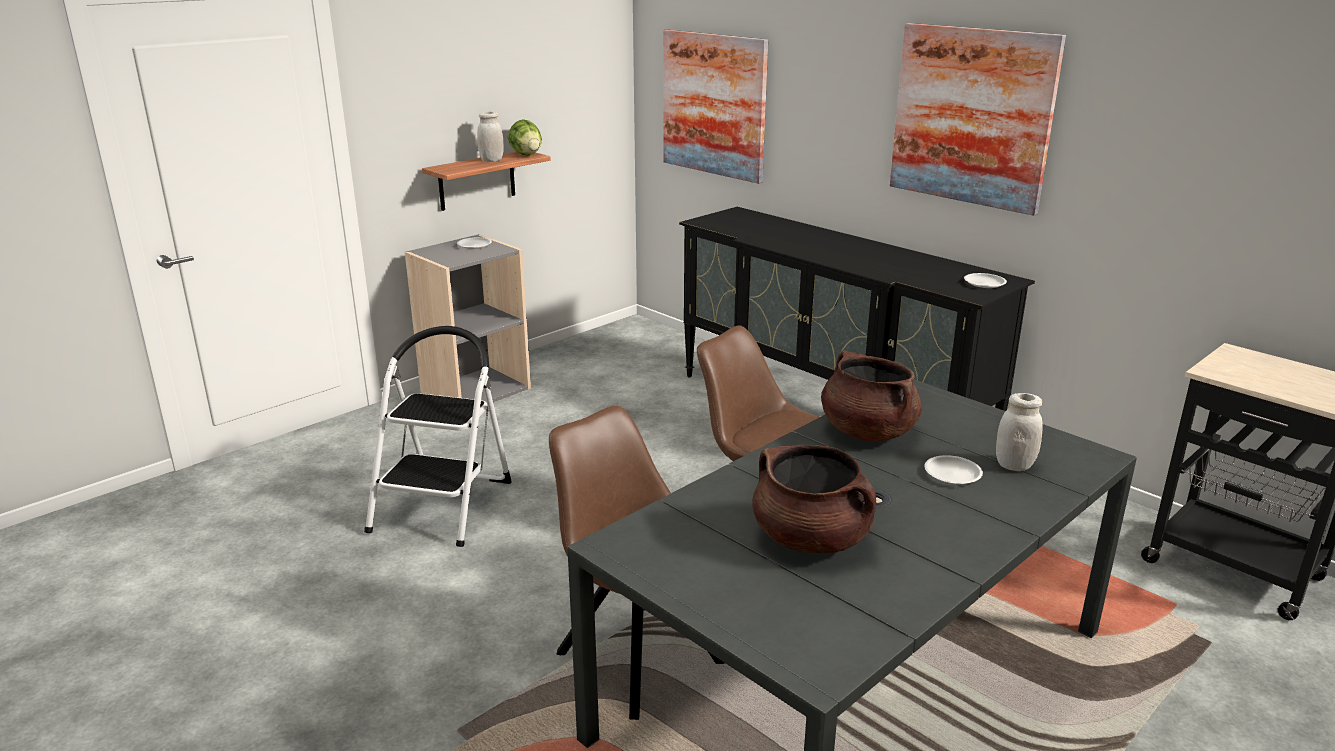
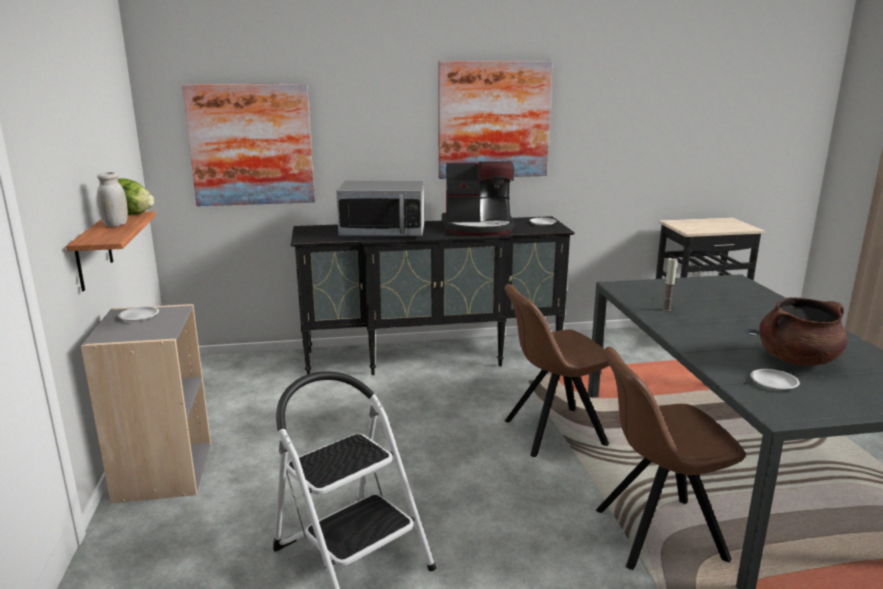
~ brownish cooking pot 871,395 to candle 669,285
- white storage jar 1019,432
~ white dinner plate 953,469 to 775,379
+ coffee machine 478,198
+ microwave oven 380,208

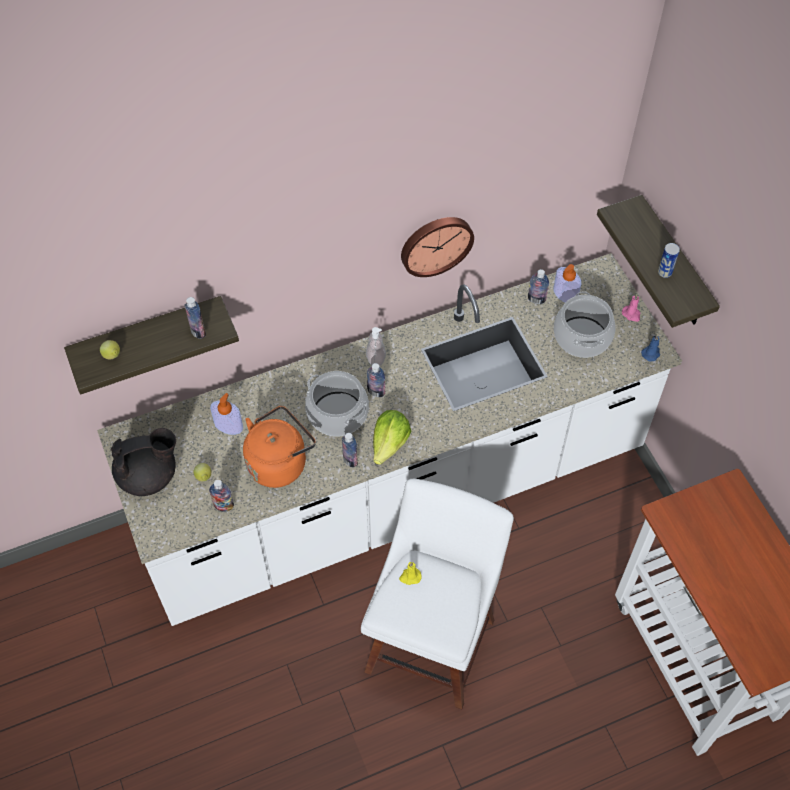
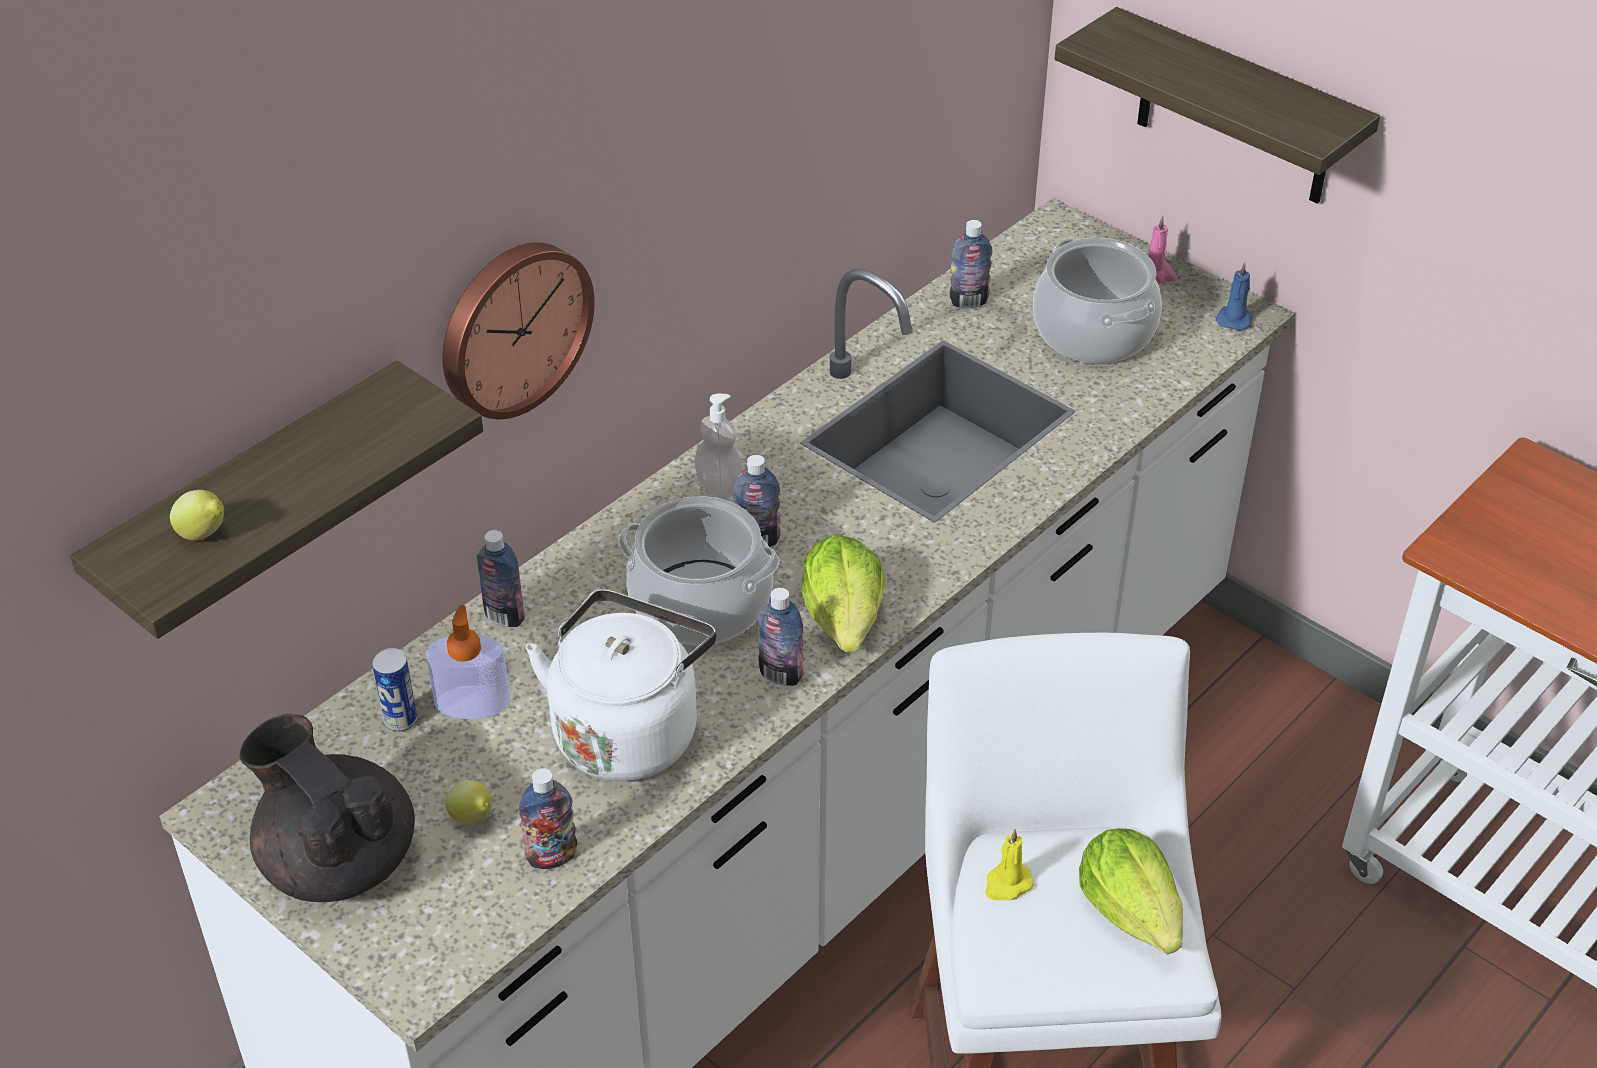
~ clock on the wall 437,247 to 518,330
~ metal can 669,260 to 394,690
- soap dispenser 567,283
~ beverage bottle 195,318 to 500,578
~ orange kettle 279,447 to white kettle 621,685
~ black pot for tea 143,462 = 327,808 90 degrees counterclockwise
+ lettuce 1131,891

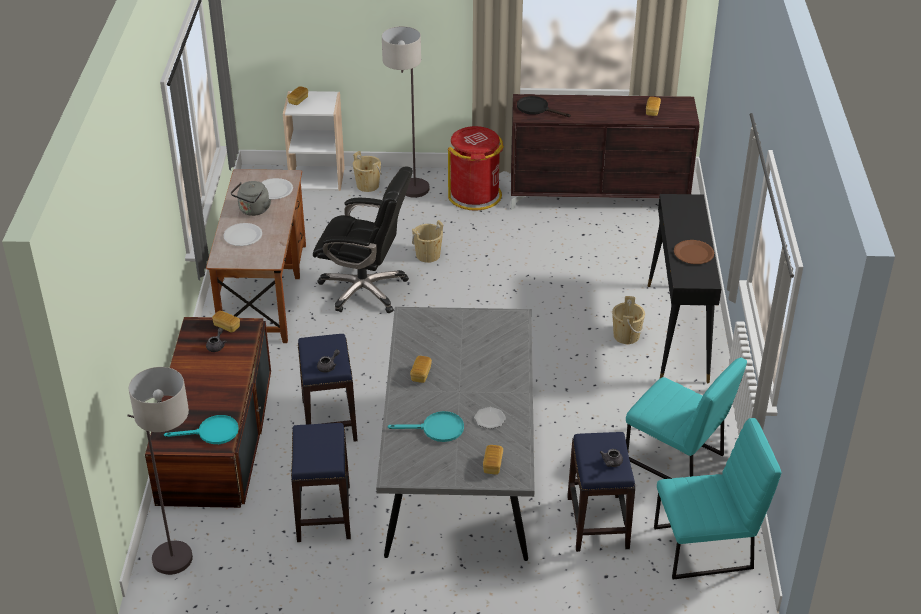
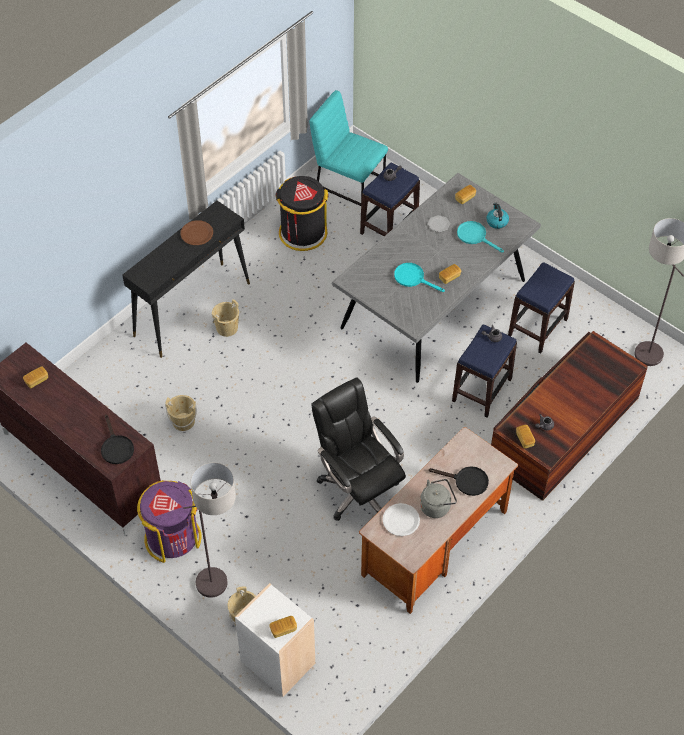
~ reddish rubbish bin 476,168 to purplish rubbish bin 169,521
~ sand-coloured pail 427,241 to 181,413
~ white dinner plate 242,234 to black pan 459,481
~ turquoise-coloured plain chair 686,418 to black rubbish bin 302,213
~ turquoise-coloured pan 201,429 to 419,277
+ kettle 497,216

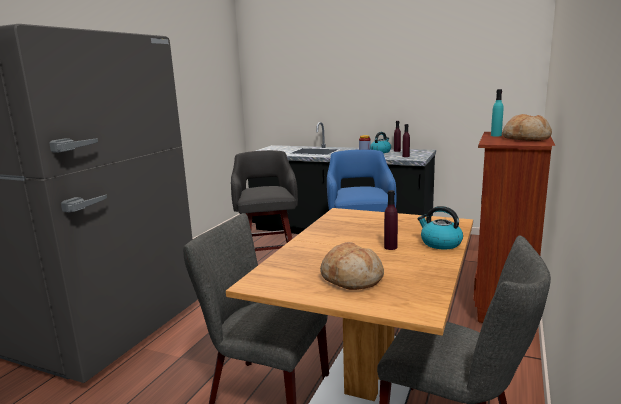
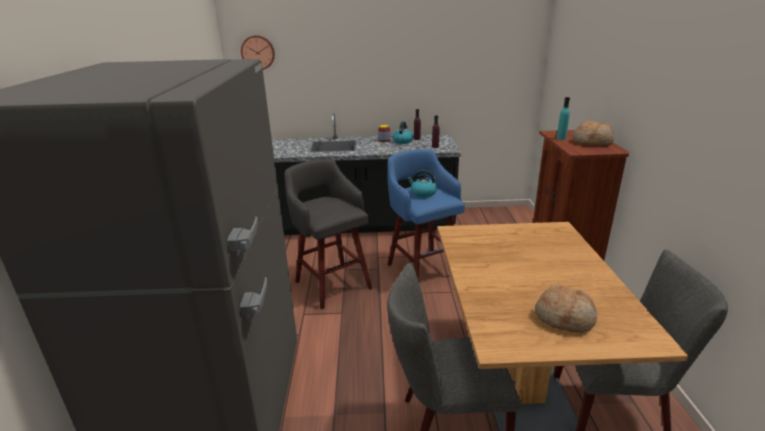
- purplish beverage bottle 391,220
~ kettle 440,227 to 422,183
+ clock on the wall 258,52

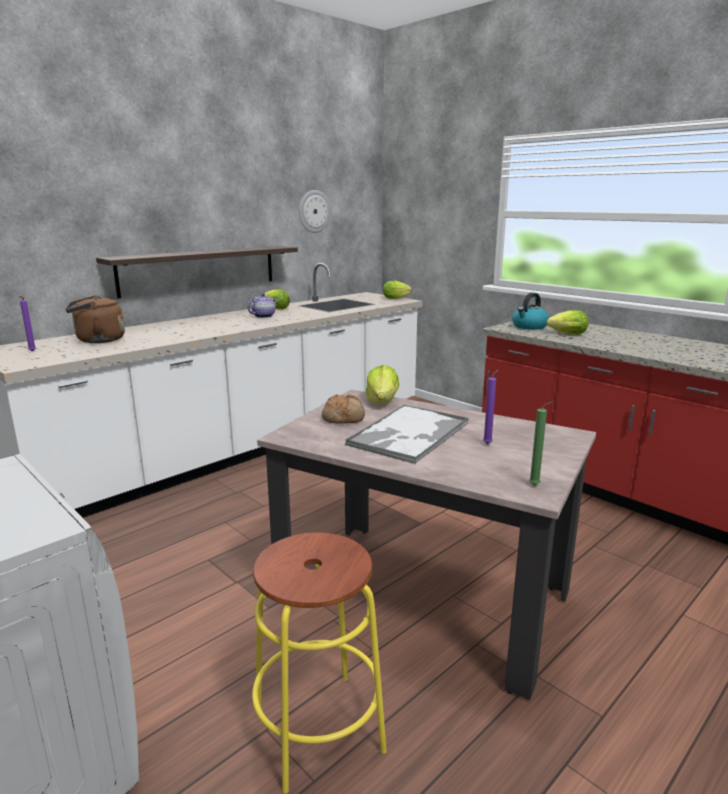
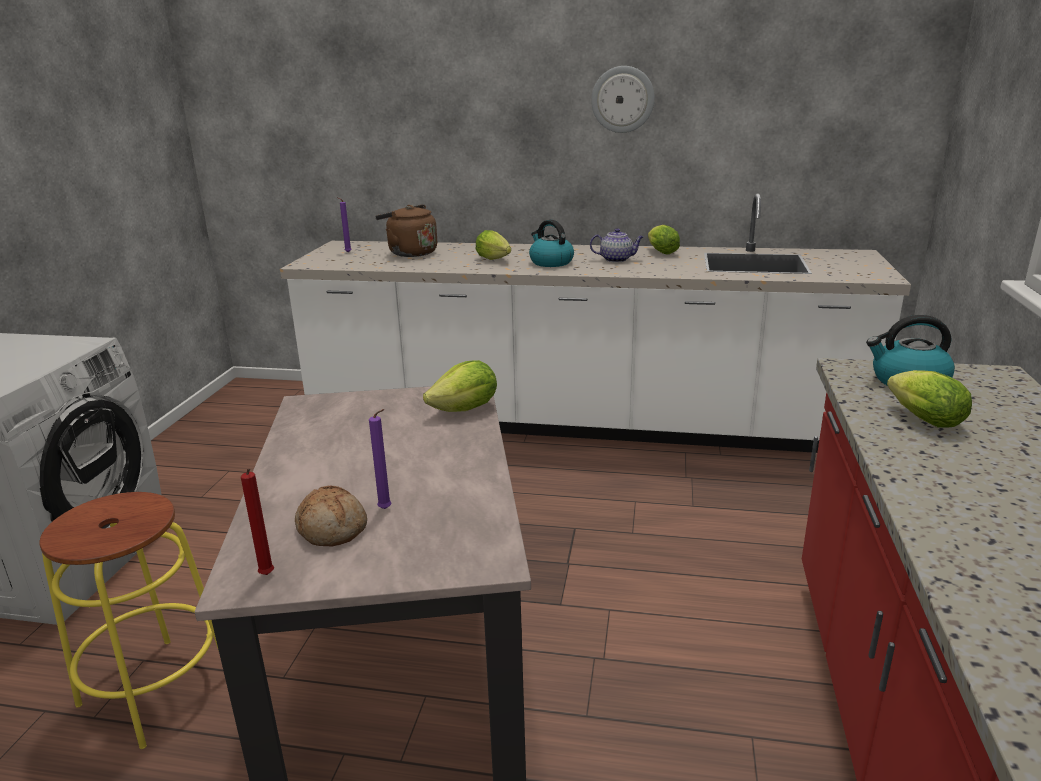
~ clock on the wall 315,211 to 623,99
- shelf 197,272
~ lettuce 397,290 to 493,245
~ baked bread 343,409 to 331,515
~ green-coloured candle 541,443 to reddish candle 257,521
- carrying tray 407,434
+ kettle 551,243

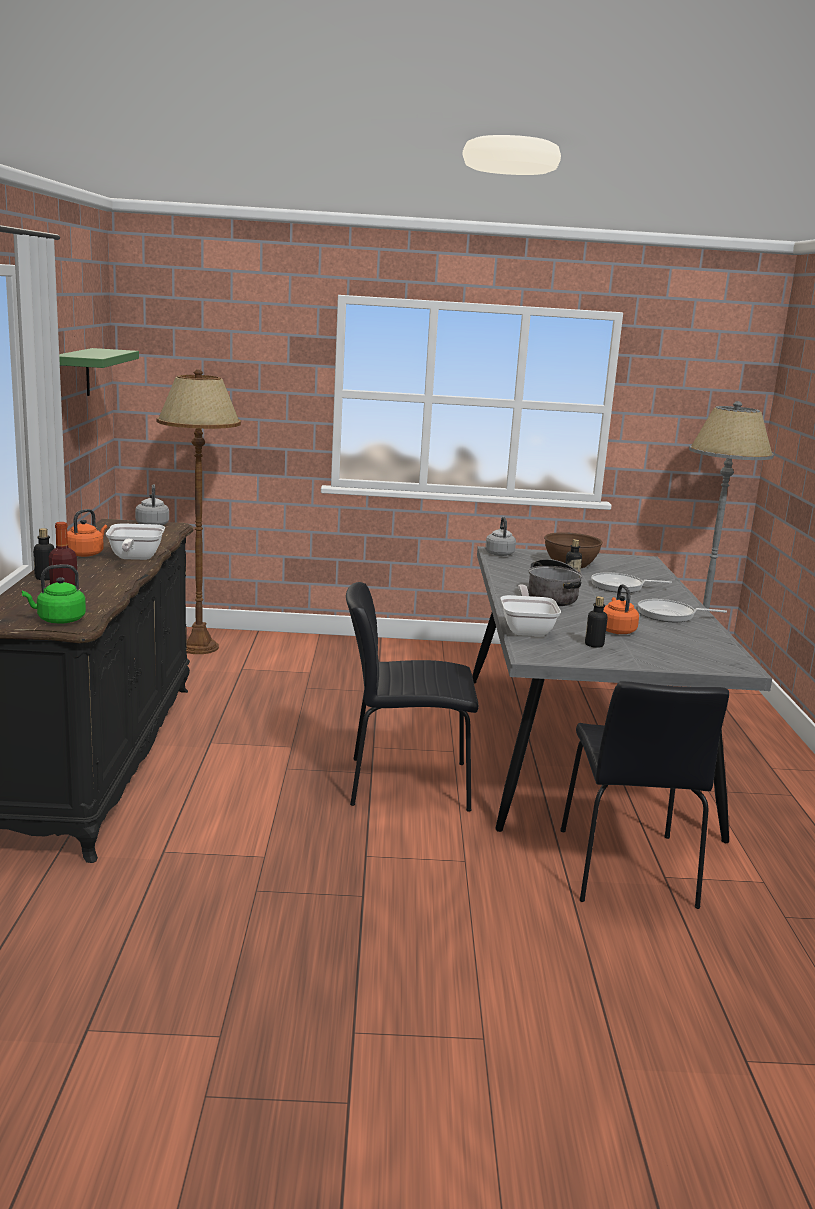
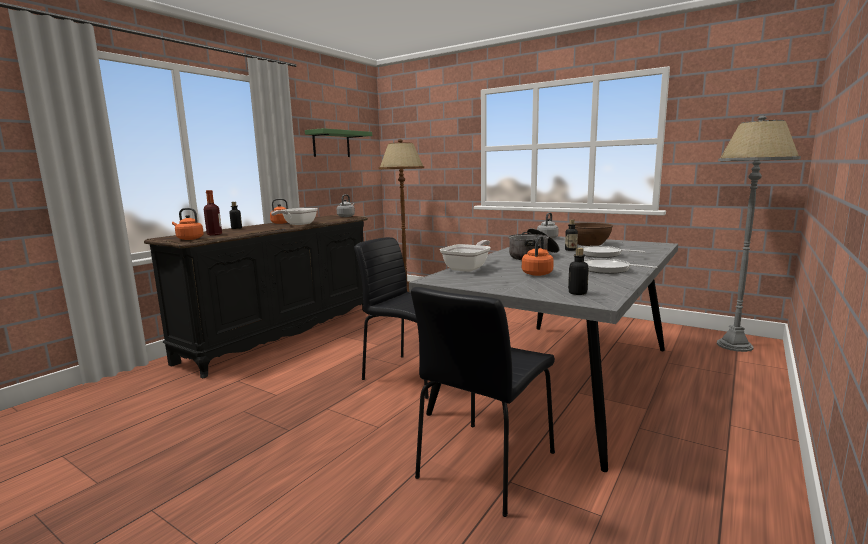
~ green-coloured kettle 54,594 to orange kettle 188,224
~ beverage bottle 596,622 to 578,271

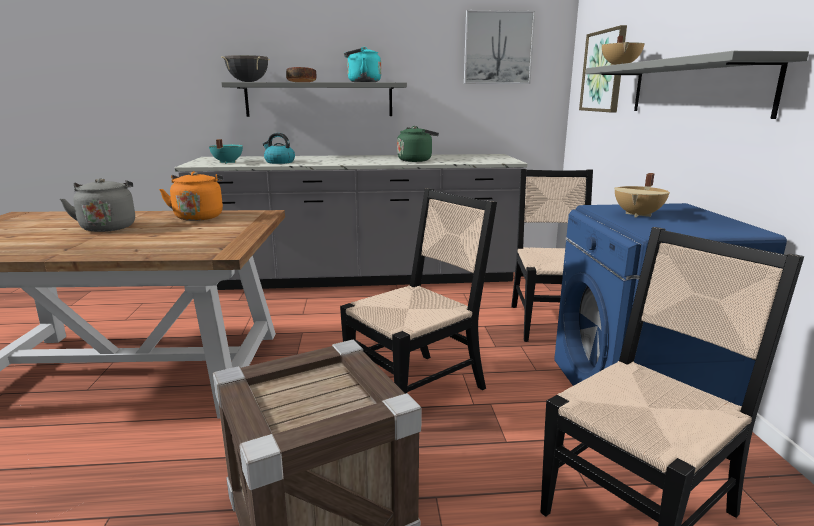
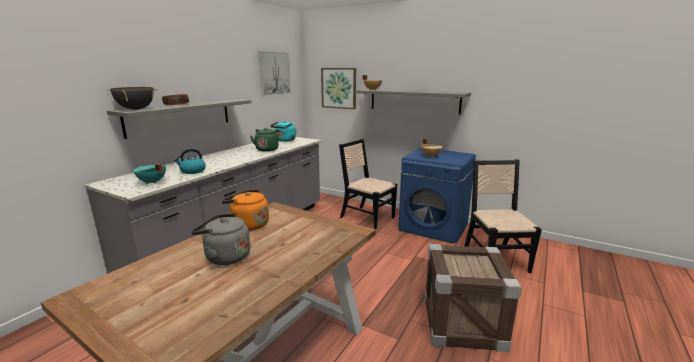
~ turquoise-coloured kettle 362,64 to 284,131
- plain chair 418,291

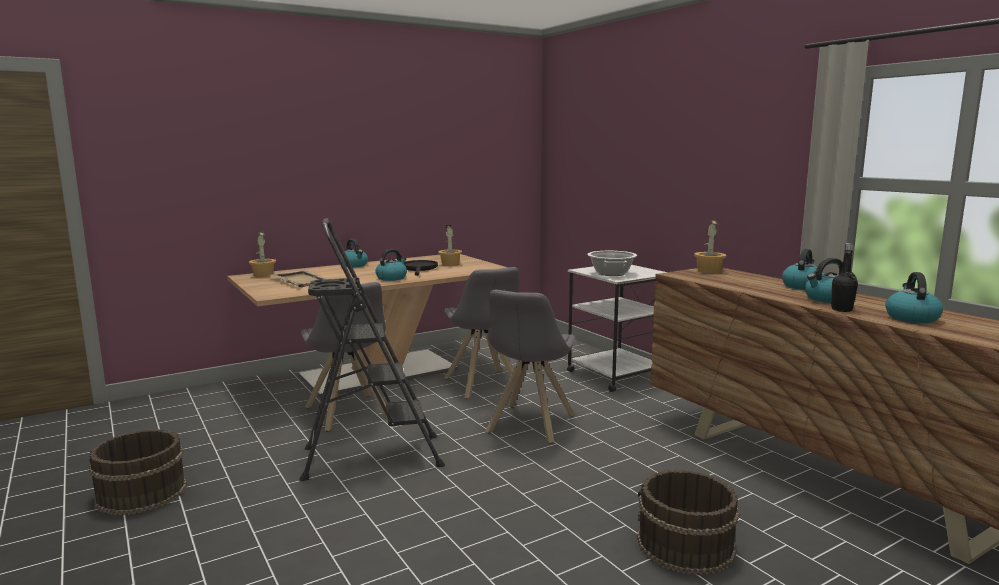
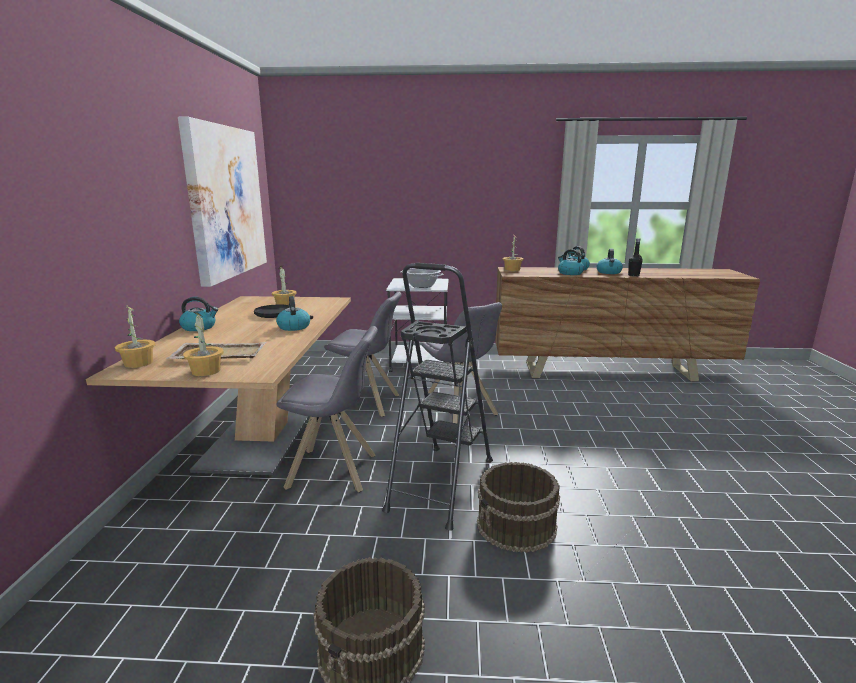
~ kettle 914,297 to 571,262
~ brownish pail 688,522 to 518,507
+ picture 222,202
+ houseplant 203,344

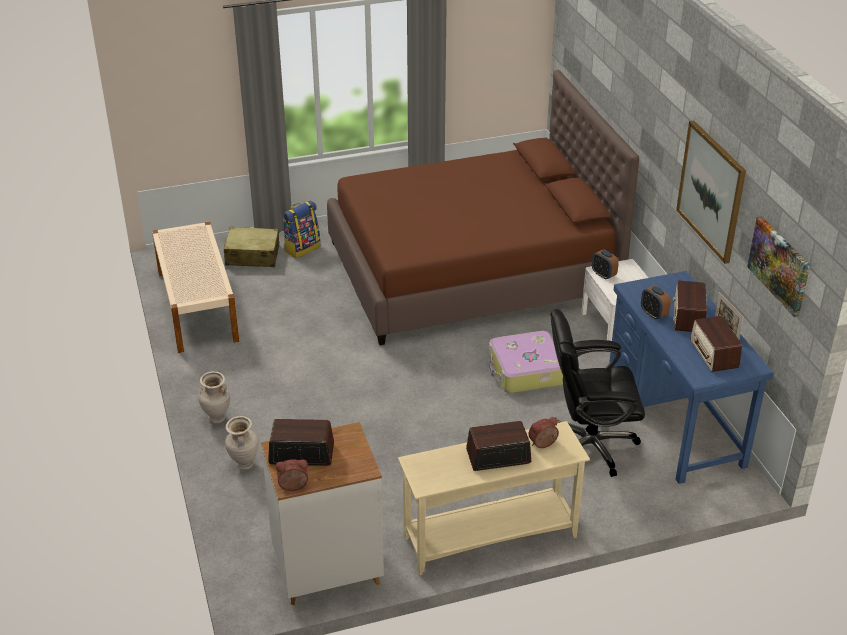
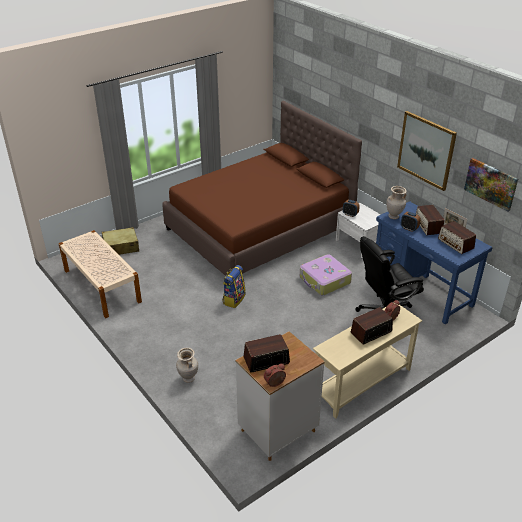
~ backpack 301,229 to 234,286
~ sand-coloured flower vase 214,397 to 396,202

